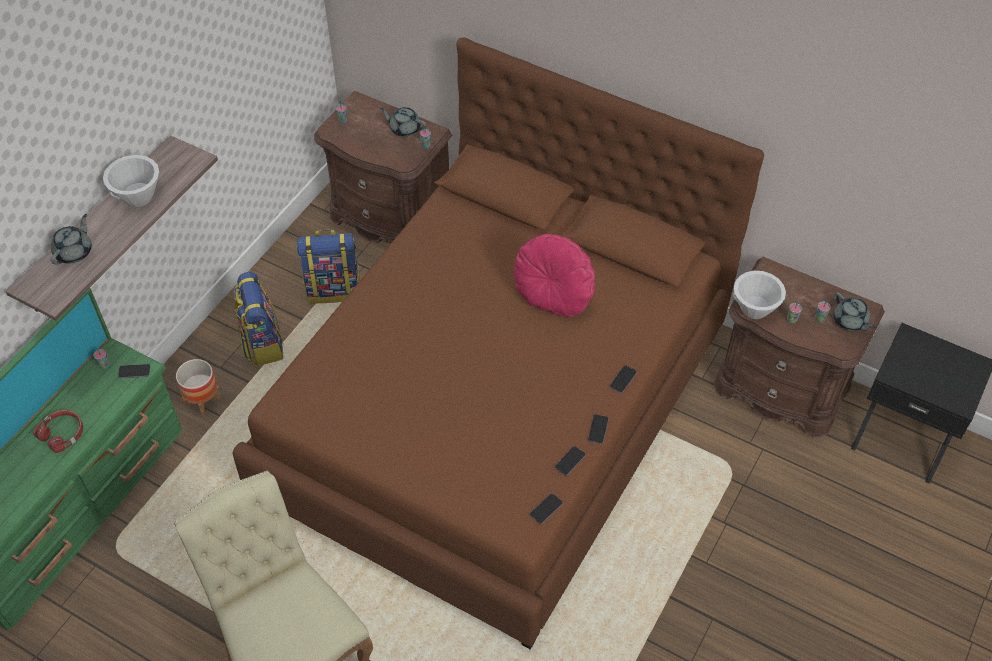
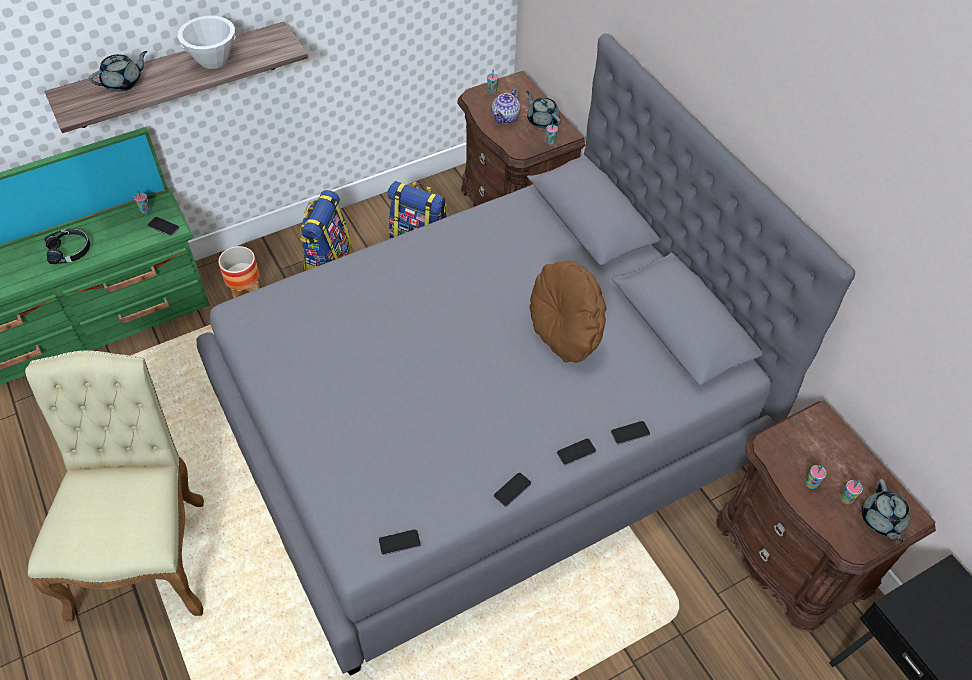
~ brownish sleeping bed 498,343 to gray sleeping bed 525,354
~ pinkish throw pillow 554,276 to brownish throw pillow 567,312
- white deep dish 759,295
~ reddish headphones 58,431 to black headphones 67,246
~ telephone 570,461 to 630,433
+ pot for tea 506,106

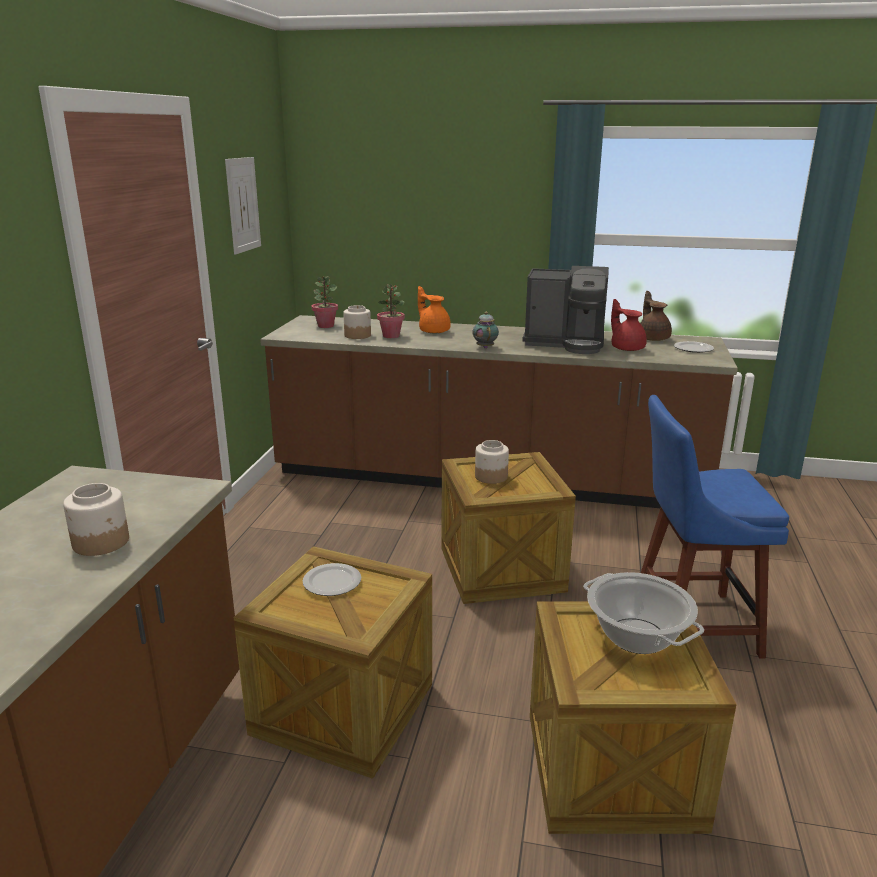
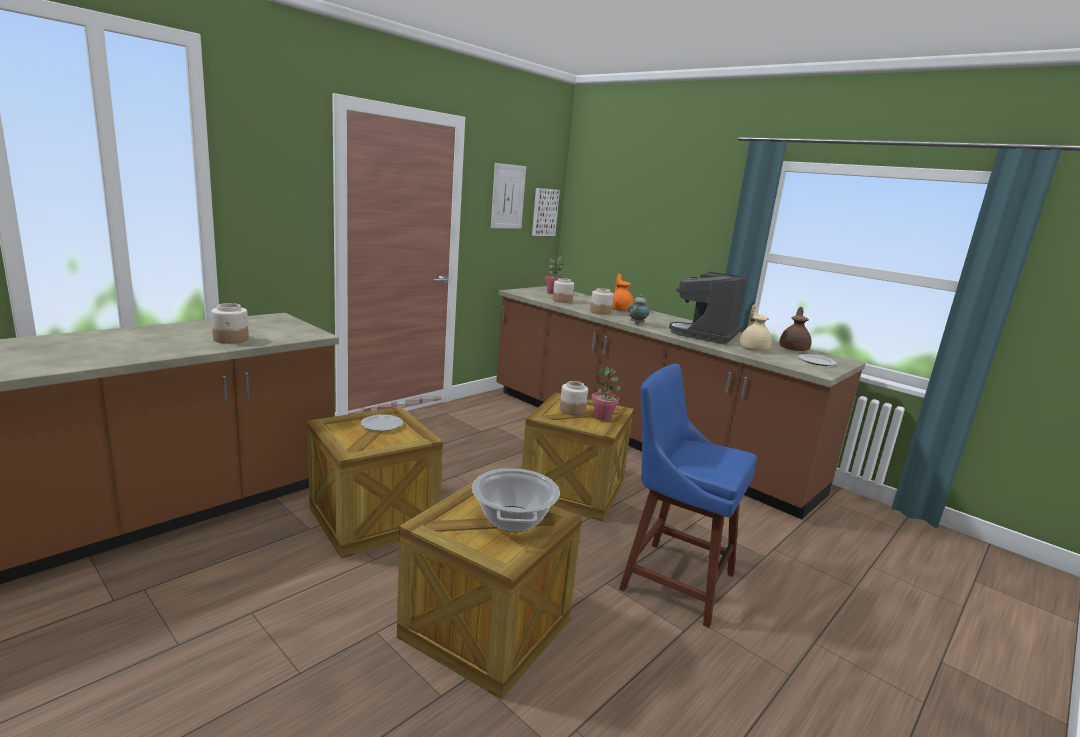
~ coffee machine 565,310 = 708,308 75 degrees clockwise
~ houseplant 391,311 to 605,394
~ reddish pot for tea 629,325 to sand-coloured pot for tea 756,328
+ picture 546,212
+ storage jar 602,301

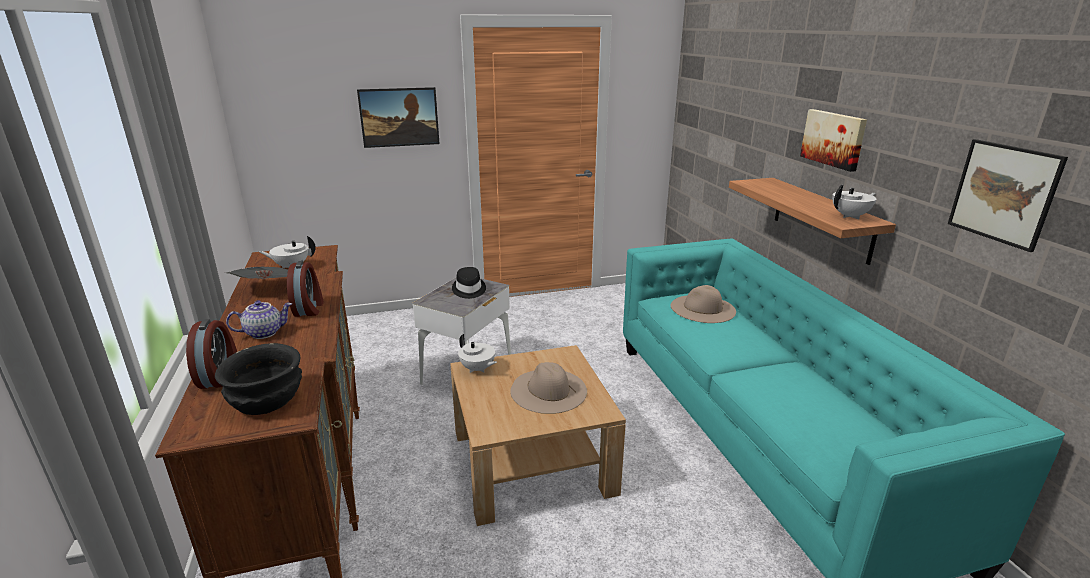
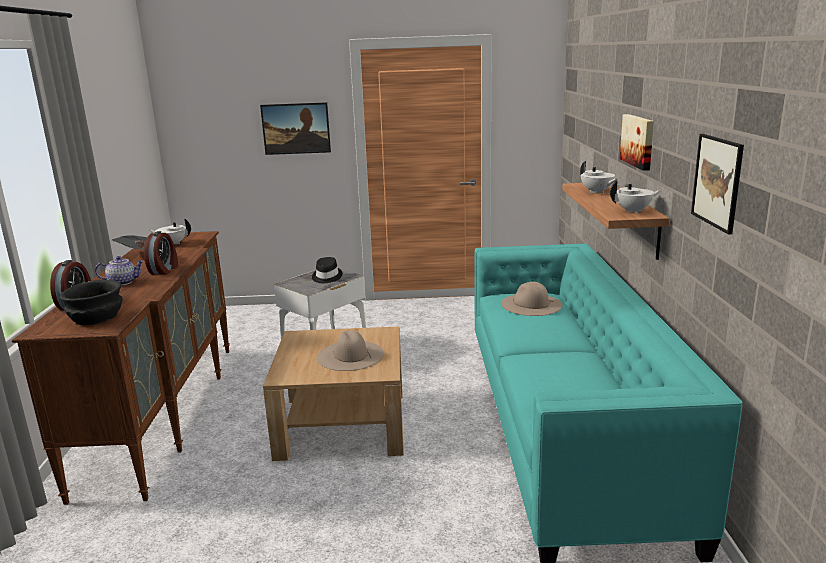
~ white pot for tea 477,353 to 599,177

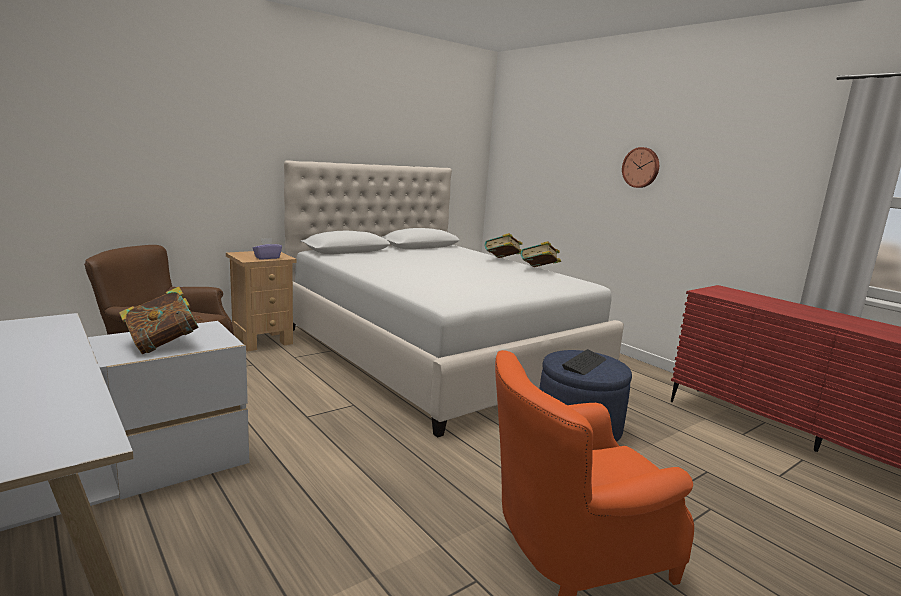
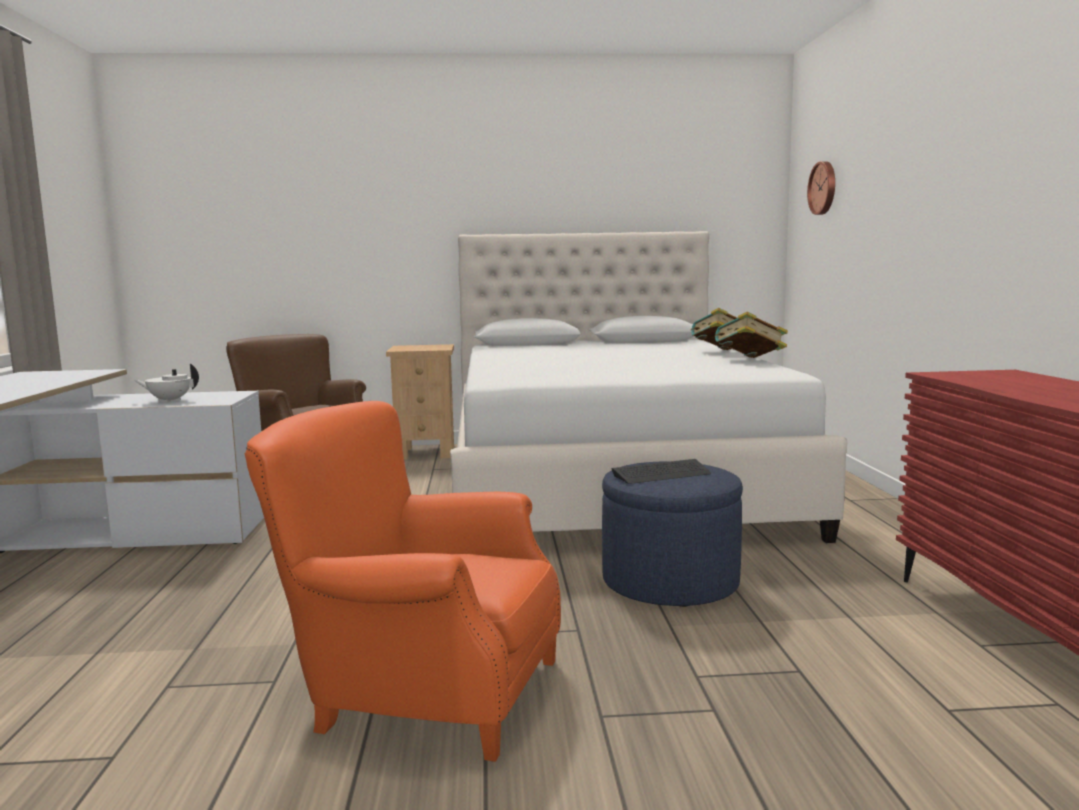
~ clock on the wall 640,167 to 821,188
- purplish box of tissues 267,248
~ volume 160,320 to white pot for tea 166,383

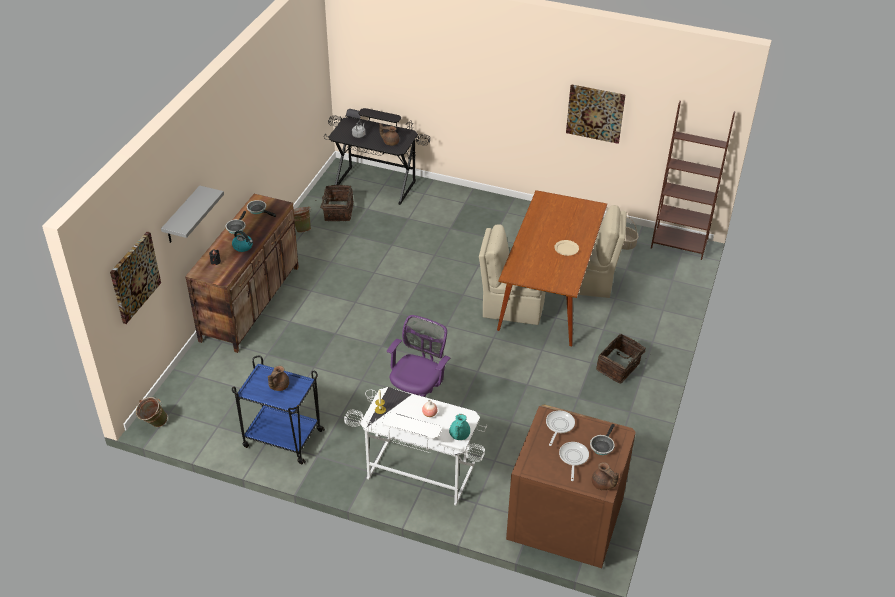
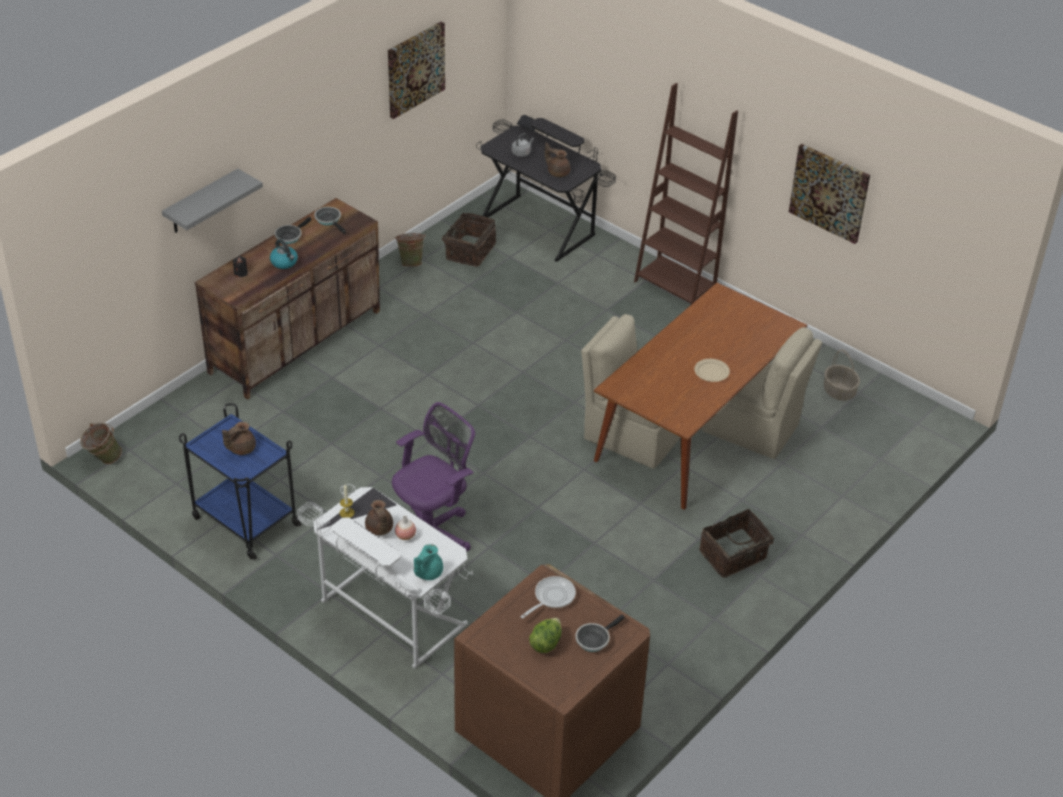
~ brownish shelving unit 693,180 to 686,193
~ picture 135,278 to 416,70
~ pan 574,461 to lettuce 545,635
~ brownish pot for tea 605,476 to 379,517

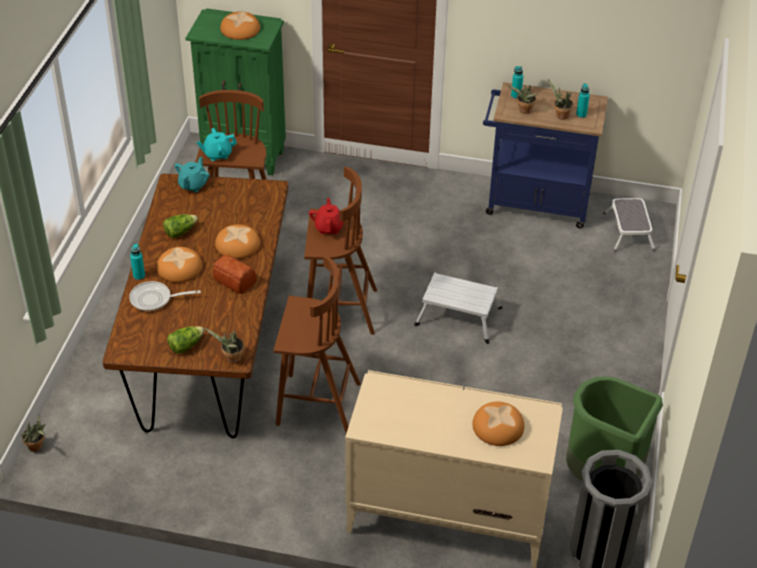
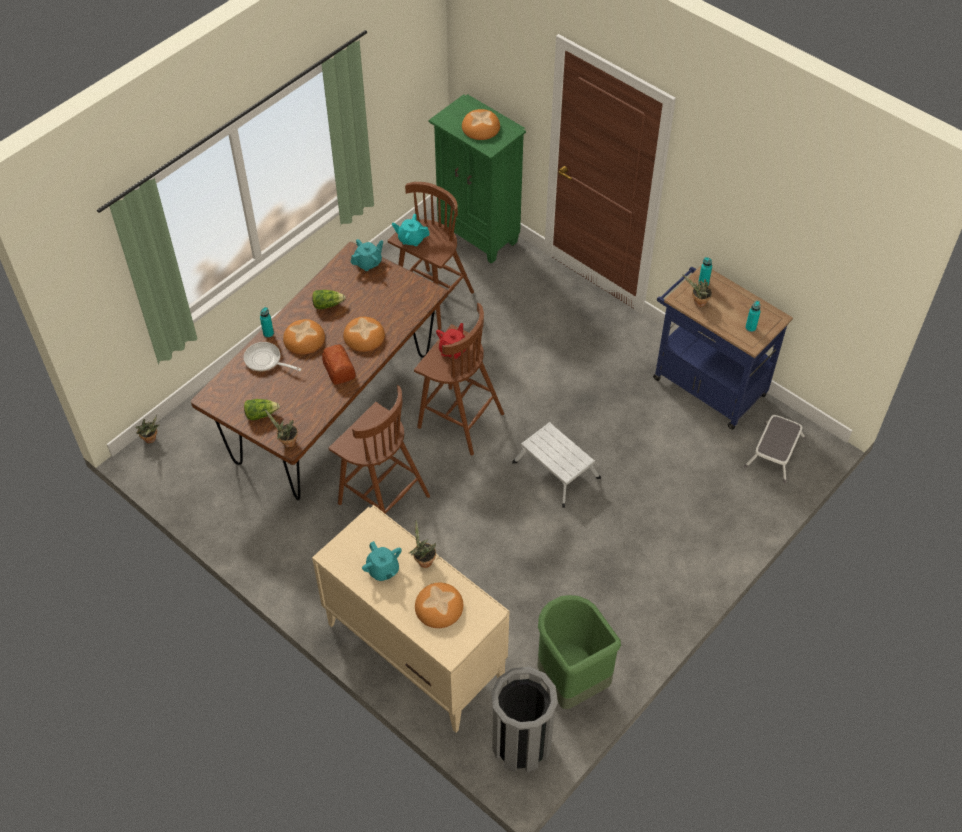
~ houseplant 560,99 to 422,544
+ turquoise-coloured pot for tea 382,561

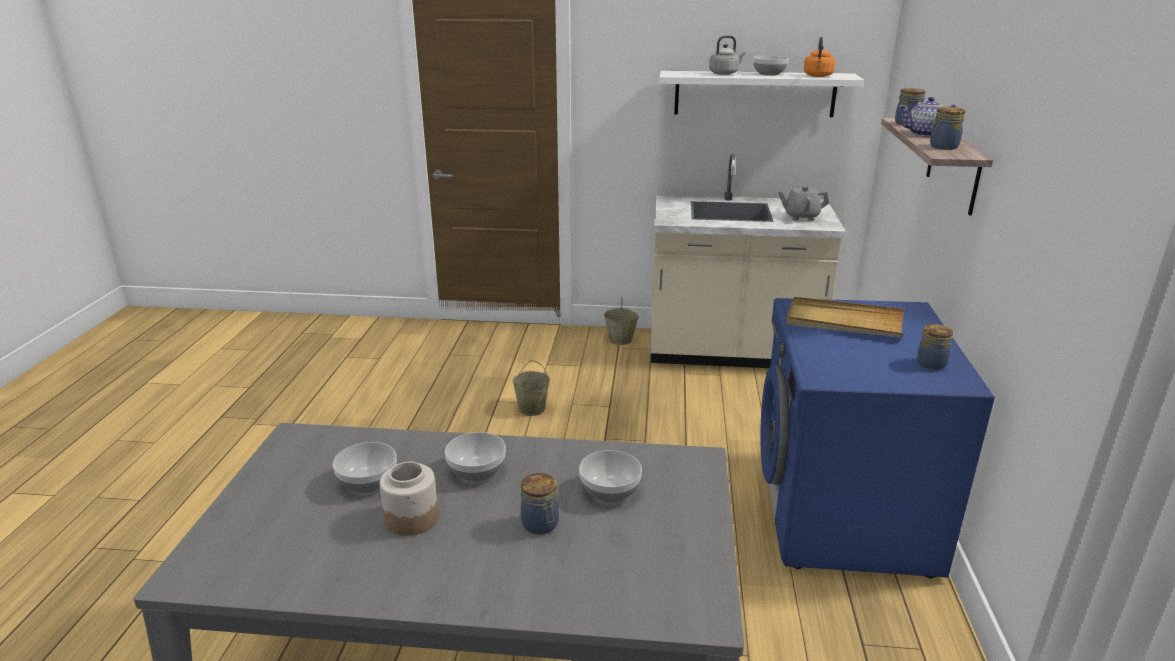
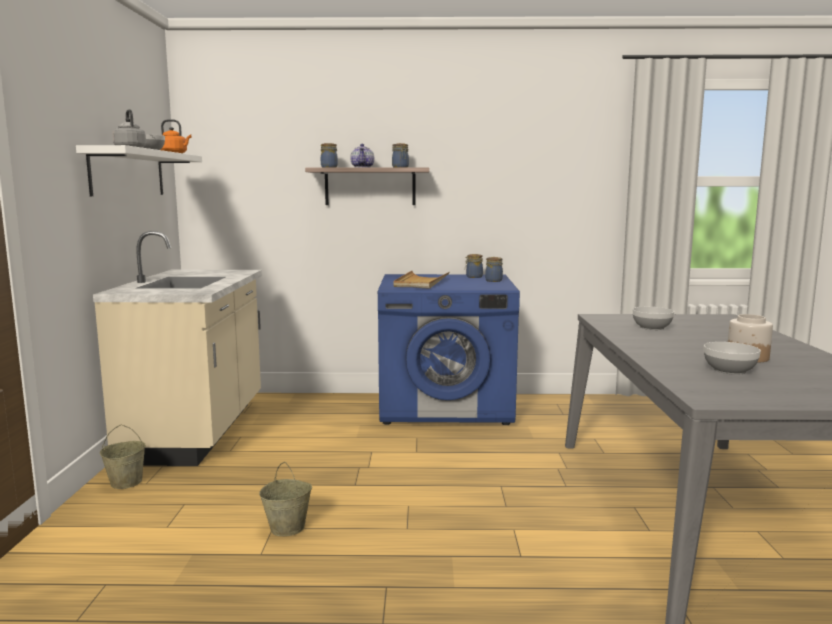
- gray pot for tea 803,203
- deep dish 475,457
~ storage jar 540,504 to 494,269

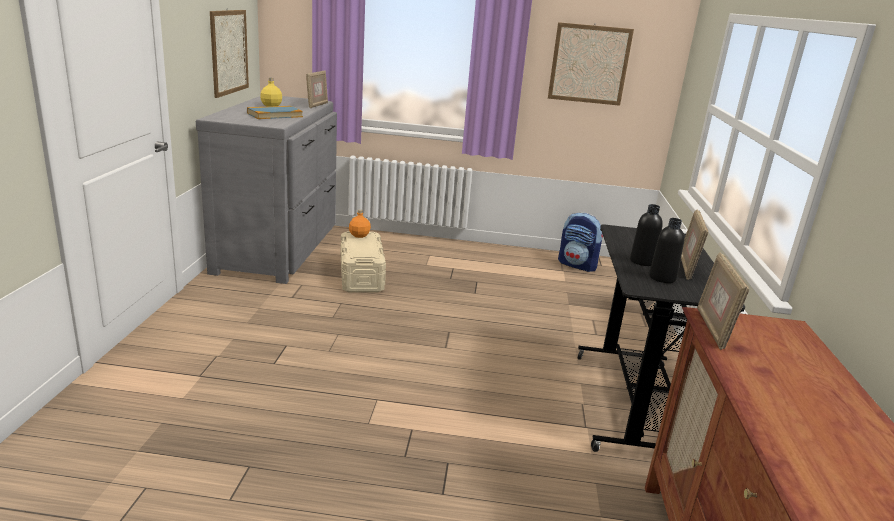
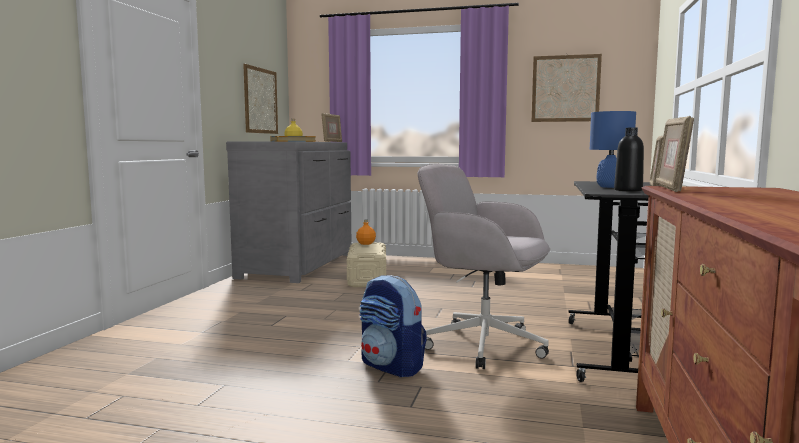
~ black beverage bottle 646,235 to blue-coloured lamp for a table 613,149
~ backpack 580,242 to 393,326
+ gray office chair 484,266

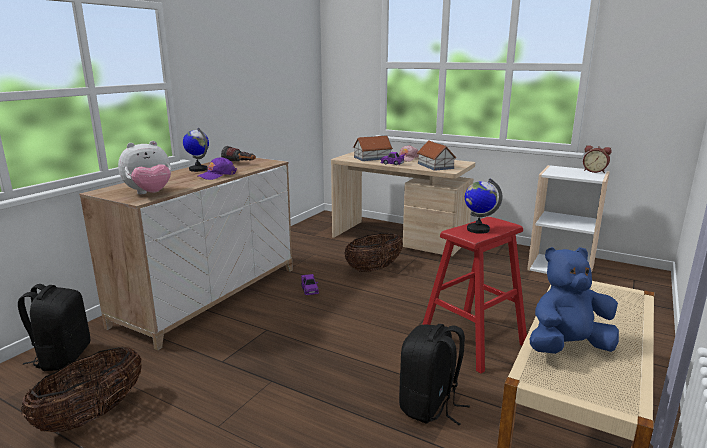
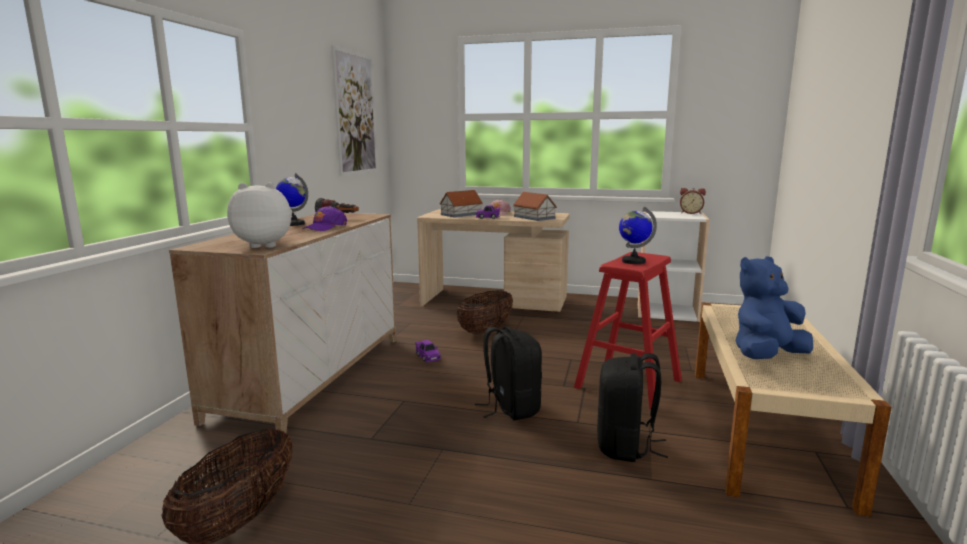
~ cuddly toy 144,168 = 259,215 135 degrees counterclockwise
~ black backpack 54,327 to 508,373
+ picture 354,110

